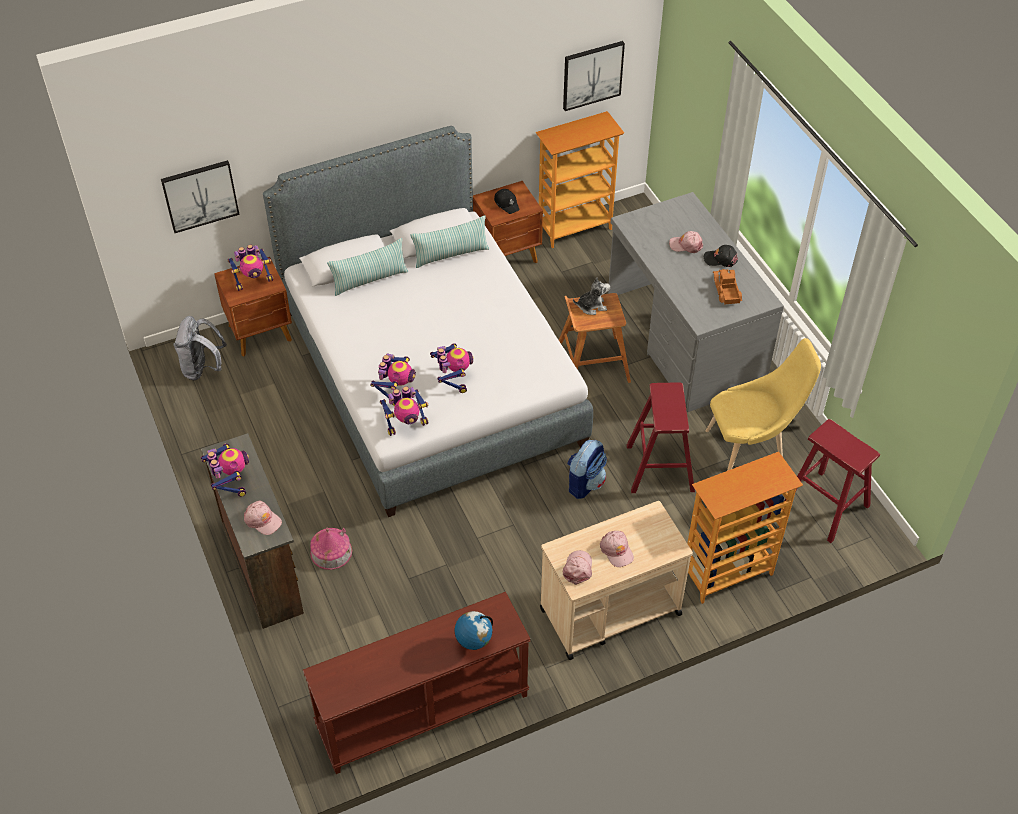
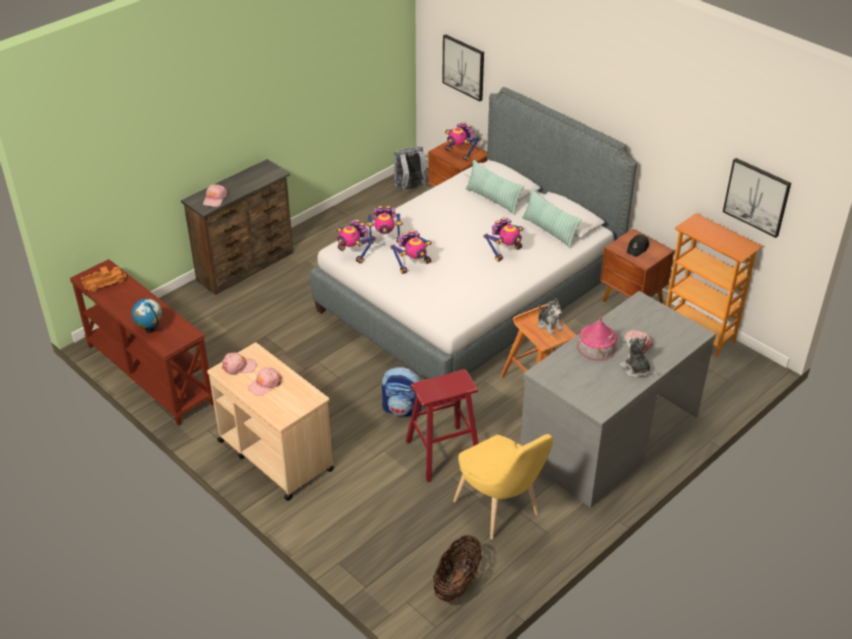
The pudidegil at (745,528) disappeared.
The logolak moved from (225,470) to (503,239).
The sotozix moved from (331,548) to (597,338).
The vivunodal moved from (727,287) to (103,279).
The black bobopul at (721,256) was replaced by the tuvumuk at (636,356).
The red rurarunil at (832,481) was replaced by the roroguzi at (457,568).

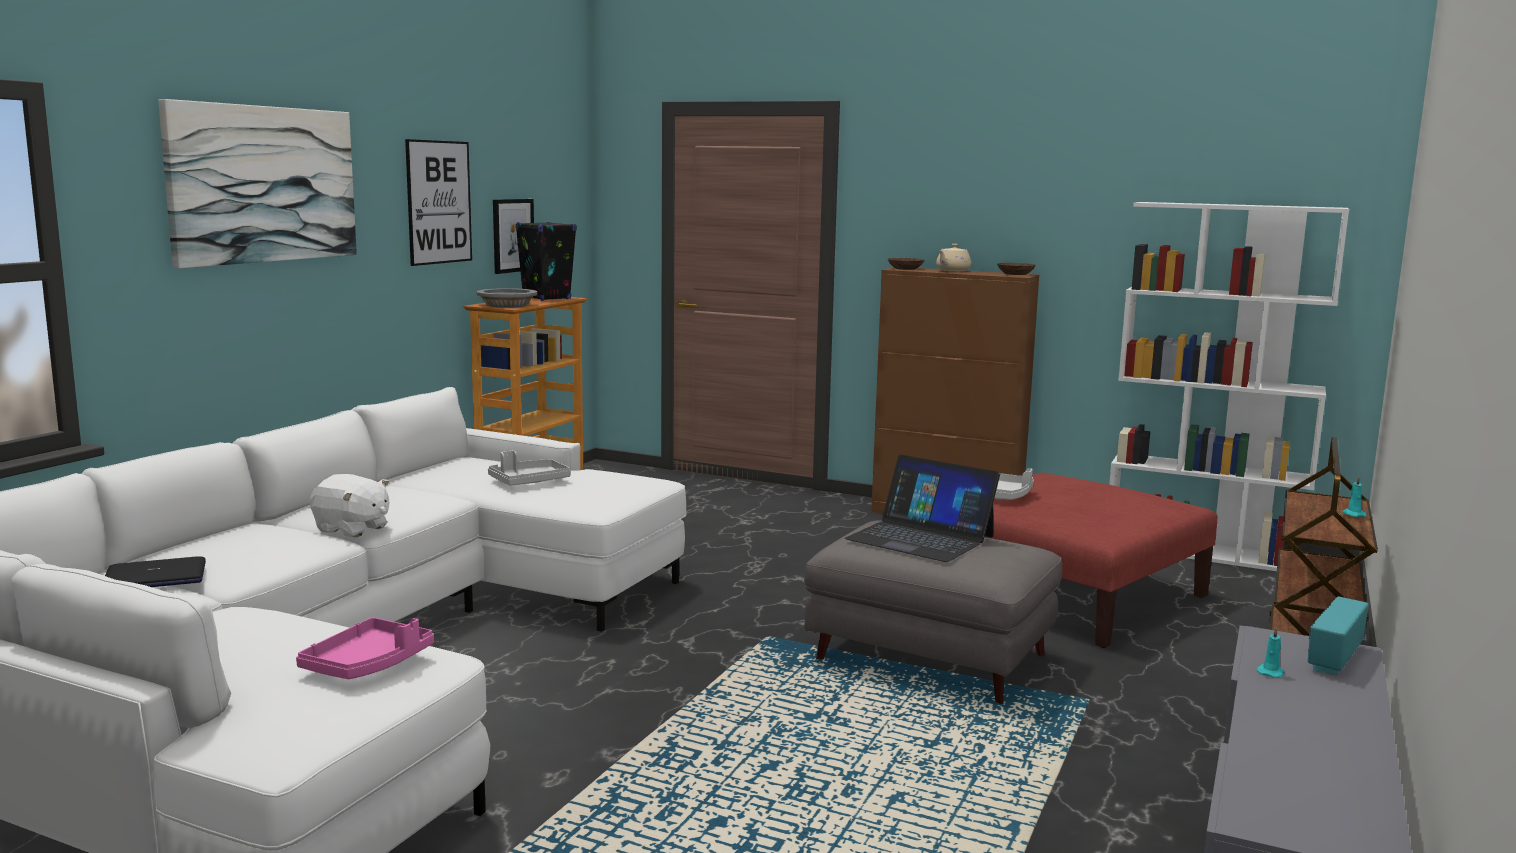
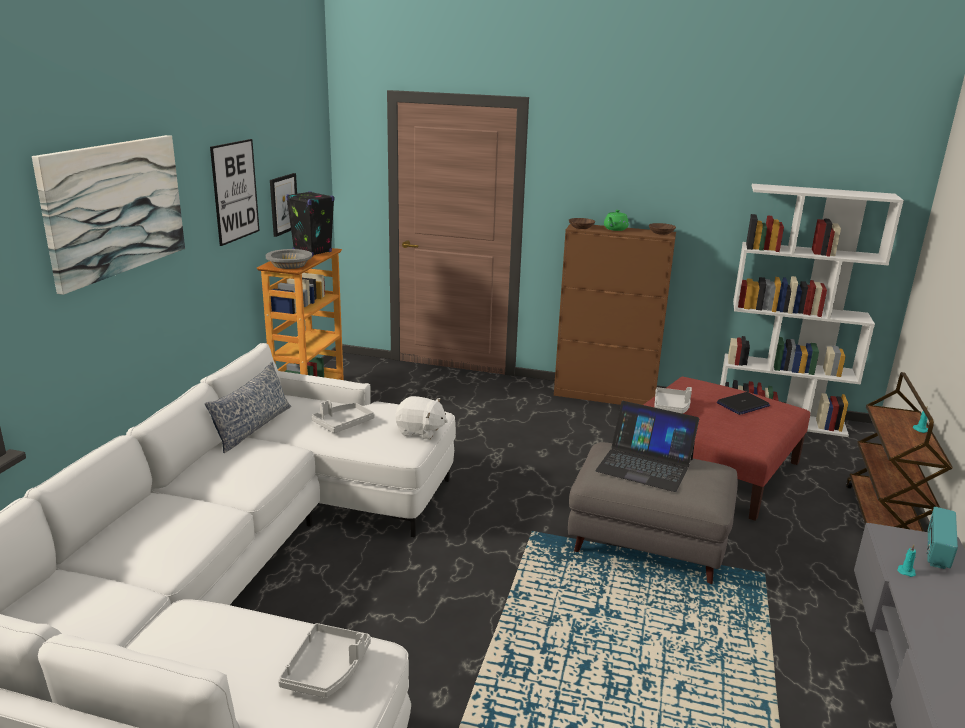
The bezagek at (248,407) appeared.
The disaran moved from (155,571) to (743,403).
The white tuvumuk moved from (349,505) to (421,418).
The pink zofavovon at (365,648) became the grey zofavovon at (324,660).
The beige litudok at (953,258) became the green litudok at (616,220).

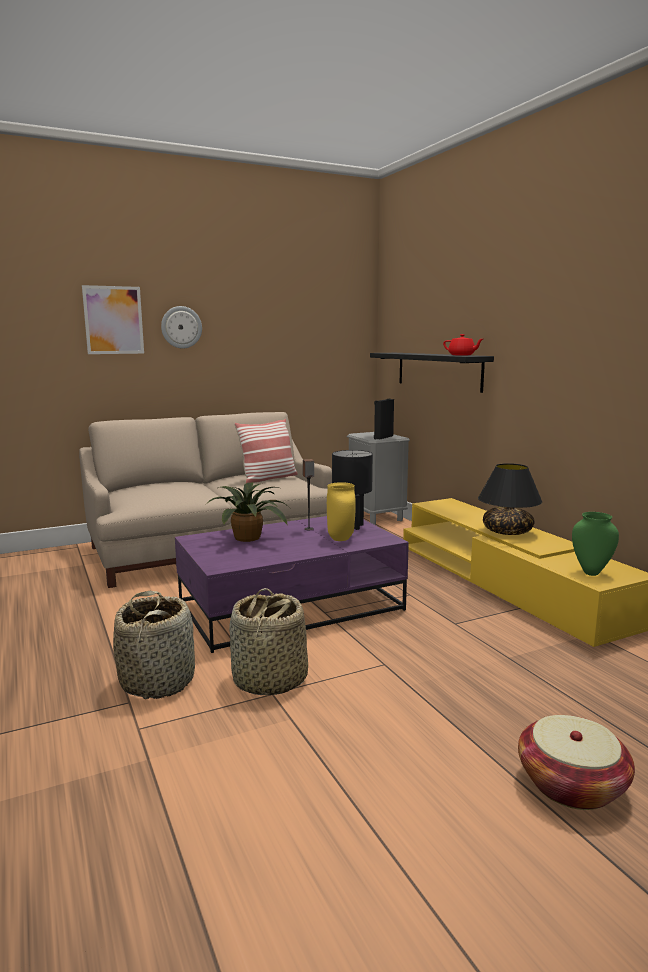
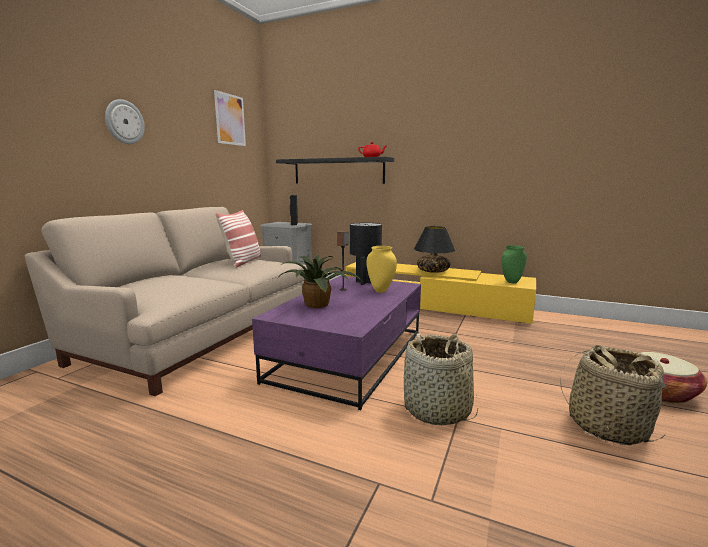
The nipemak moved from (113,319) to (230,118).
The roroguzi moved from (154,645) to (615,395).

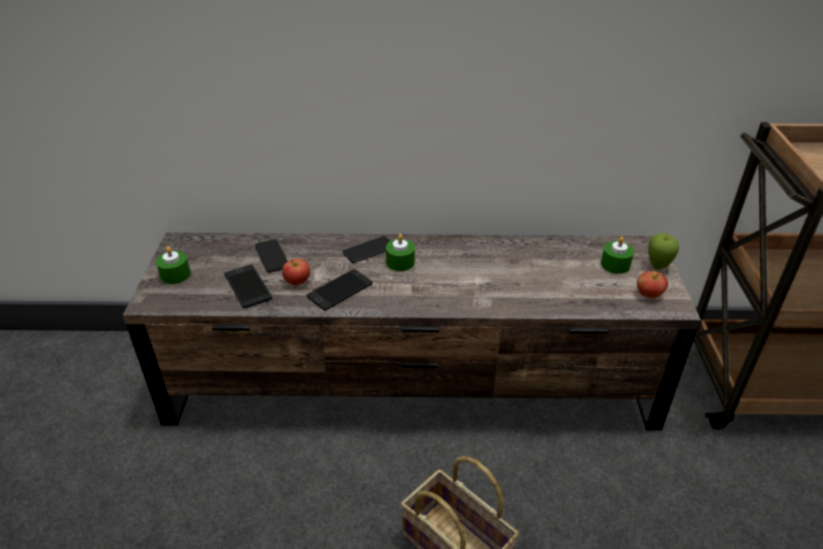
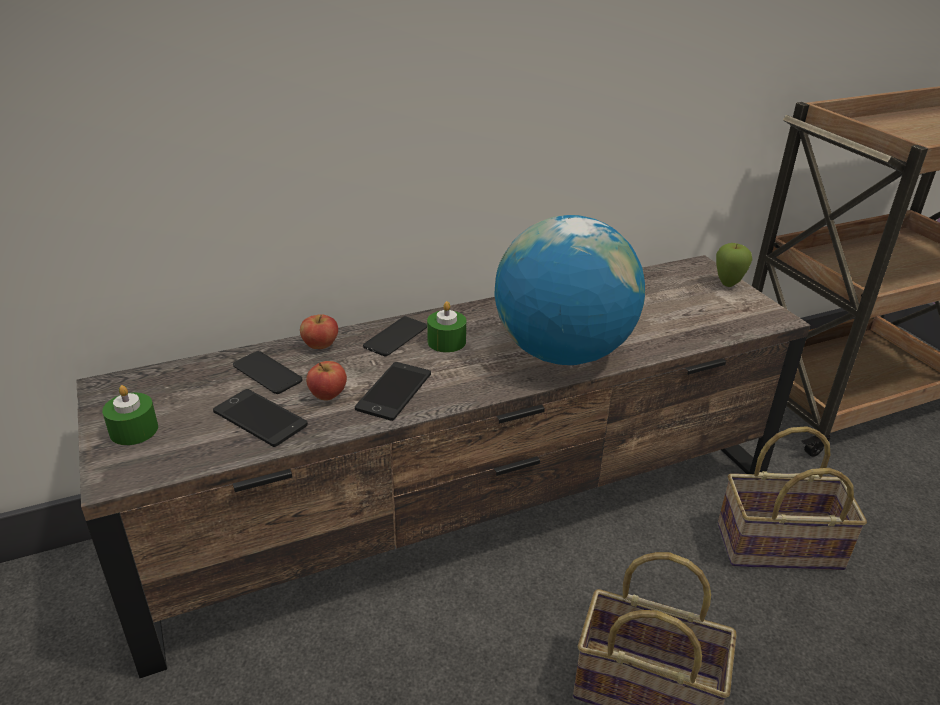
The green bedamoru at (617,255) disappeared.
The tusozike at (569,290) appeared.
The roroguzi at (792,498) appeared.
The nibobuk moved from (652,284) to (319,331).

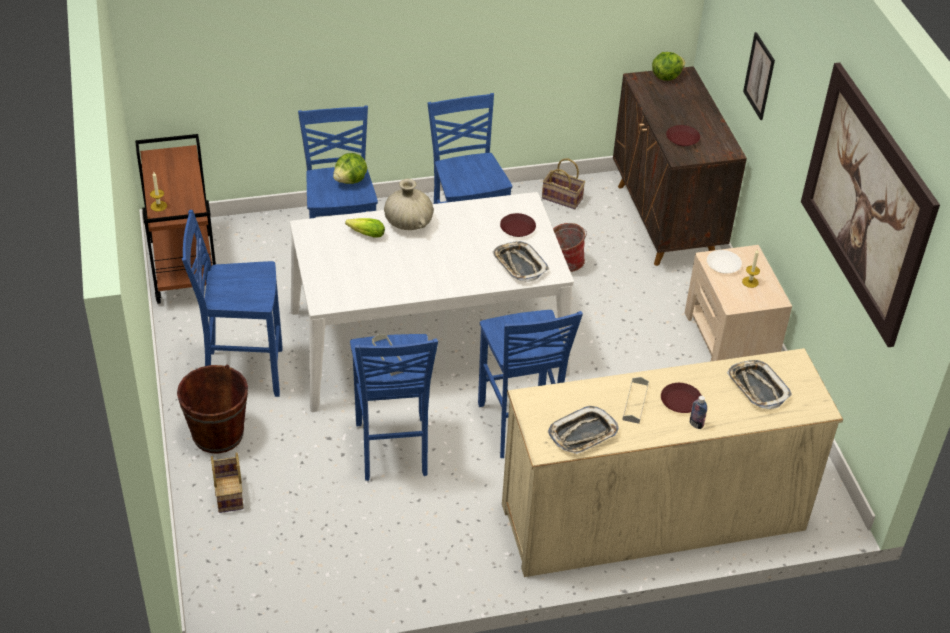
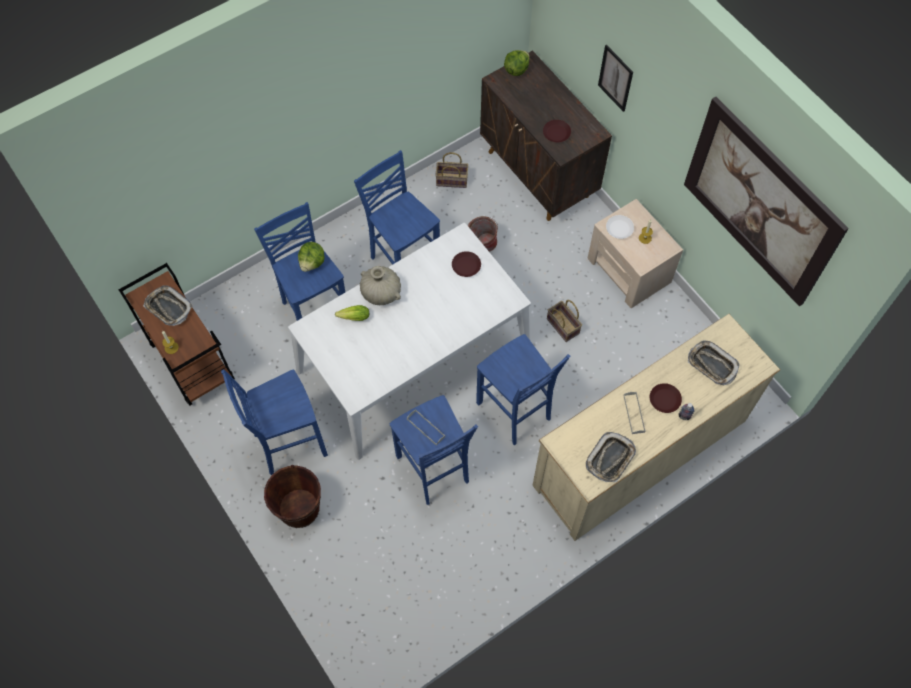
The roroguzi moved from (227,482) to (564,321).
The zofavovon moved from (520,261) to (168,305).

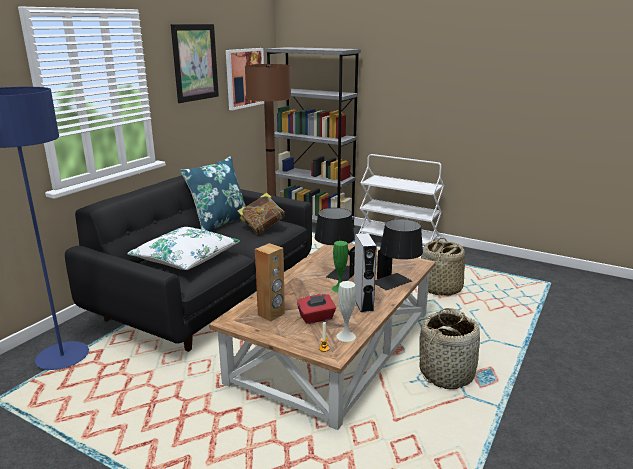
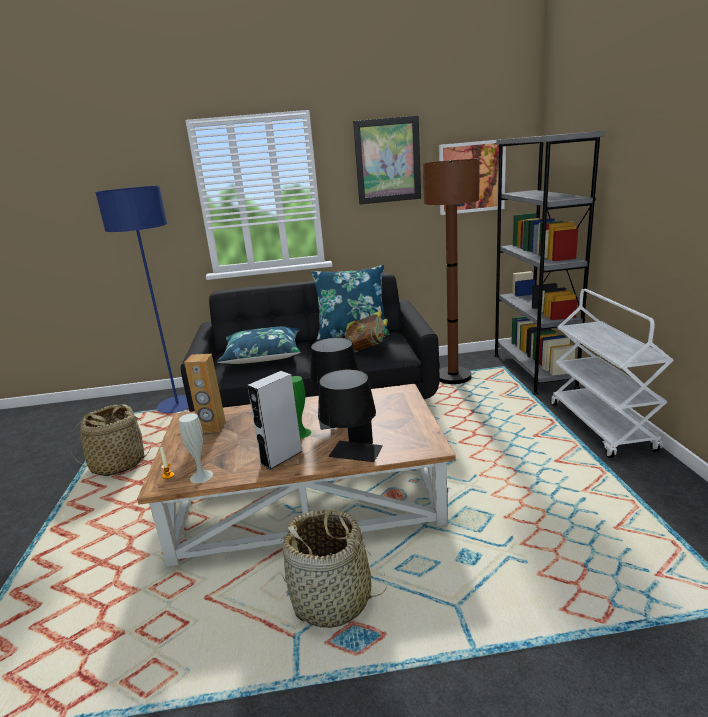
The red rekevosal at (316,309) disappeared.
The roroguzi moved from (443,267) to (110,440).
The white bezagek at (183,248) became the blue bezagek at (259,345).

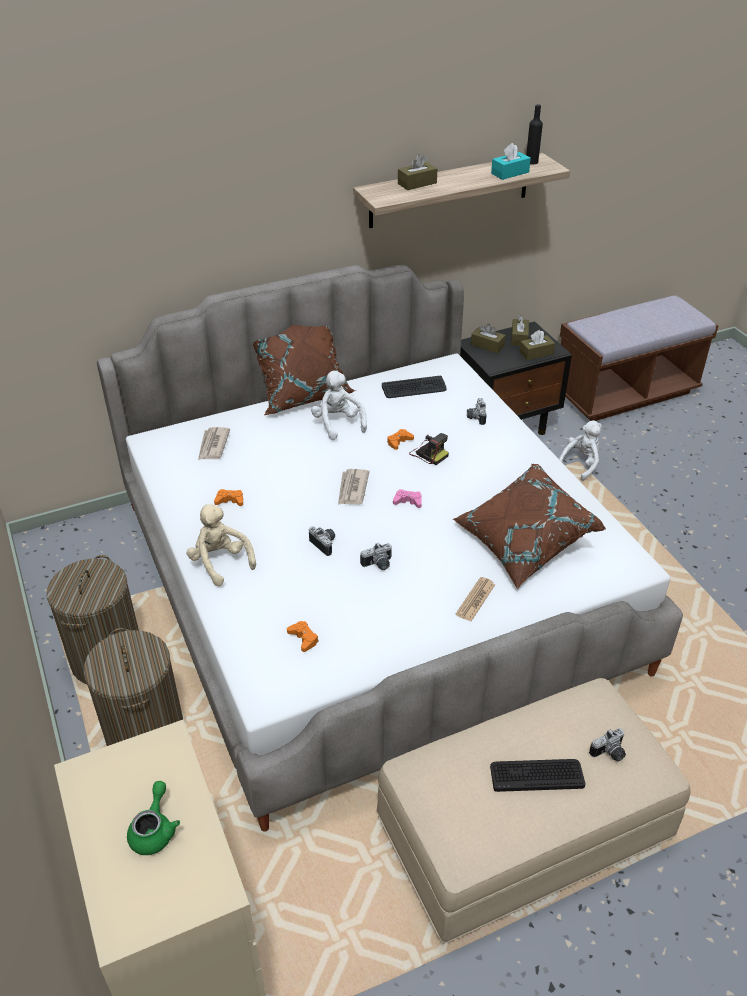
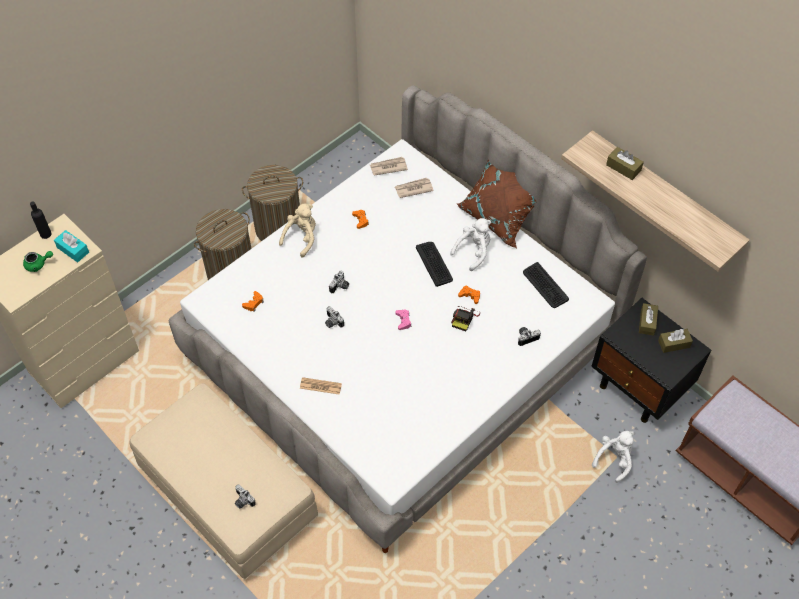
The brown bezagek at (529,526) disappeared.
The brown rekevosal at (537,345) disappeared.
The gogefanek moved from (354,487) to (389,166).
The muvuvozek moved from (537,775) to (434,264).
The turquoise rekevosal moved from (511,161) to (71,246).
The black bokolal moved from (534,135) to (41,220).
The white tuvumuk at (580,450) turned 75 degrees counterclockwise.

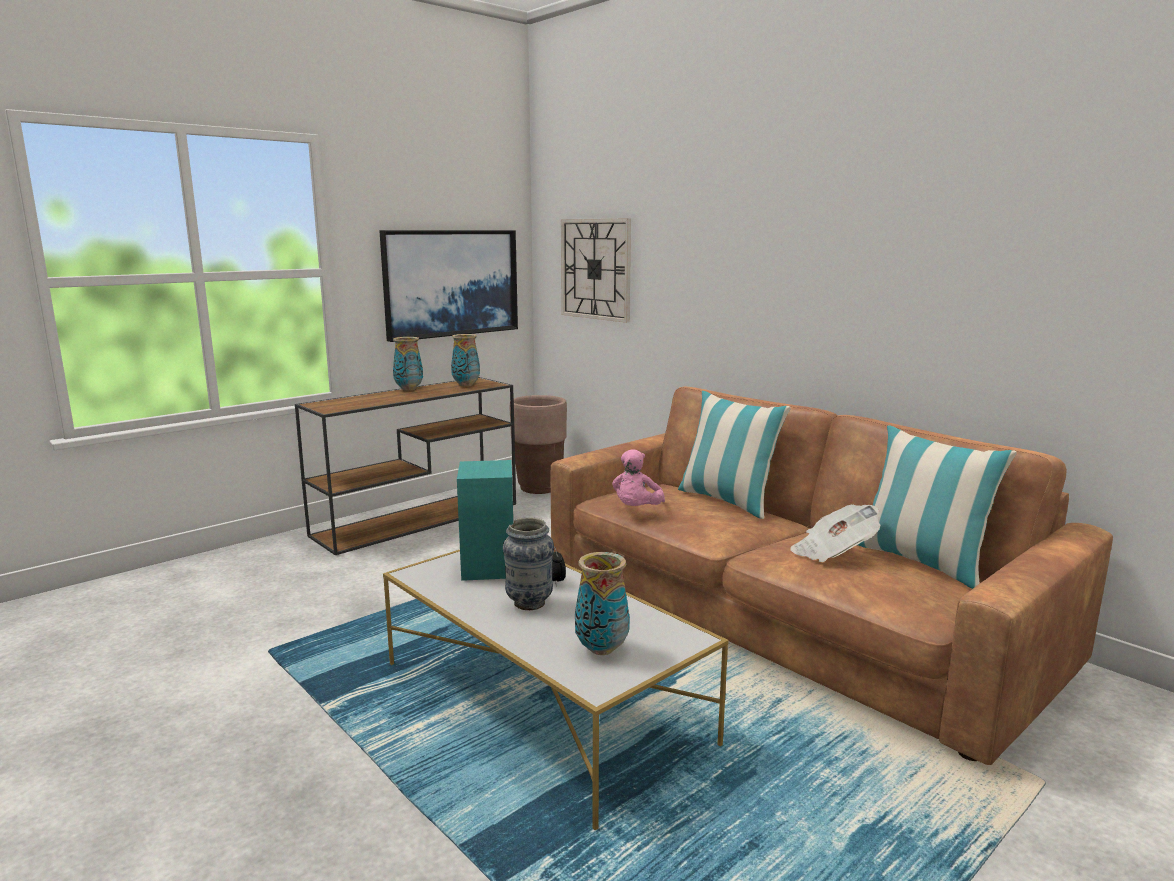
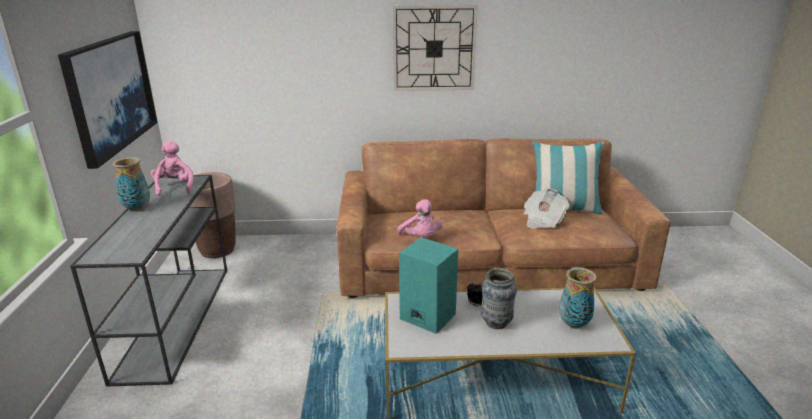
The bezagek at (734,455) disappeared.
The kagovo moved from (596,270) to (435,48).
The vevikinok at (465,360) was replaced by the pink tuvumuk at (172,168).
The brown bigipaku at (405,466) became the grey bigipaku at (148,280).

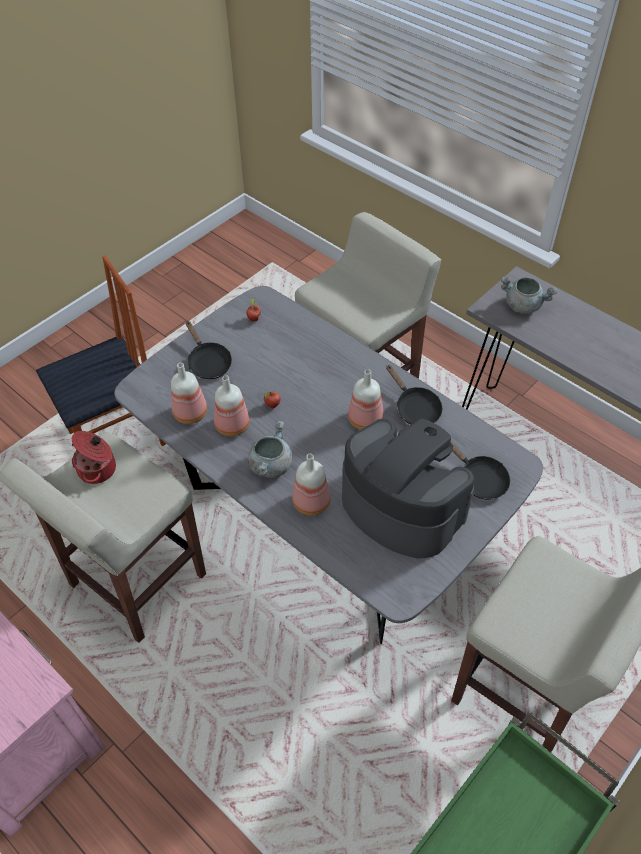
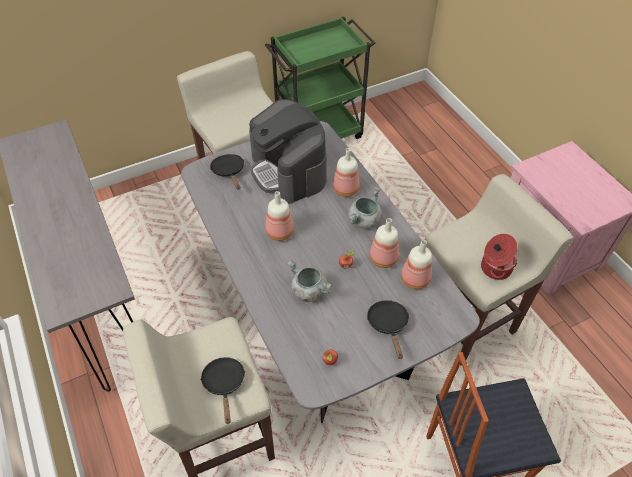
The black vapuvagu moved from (414,395) to (222,390).
The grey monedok moved from (529,295) to (309,280).

